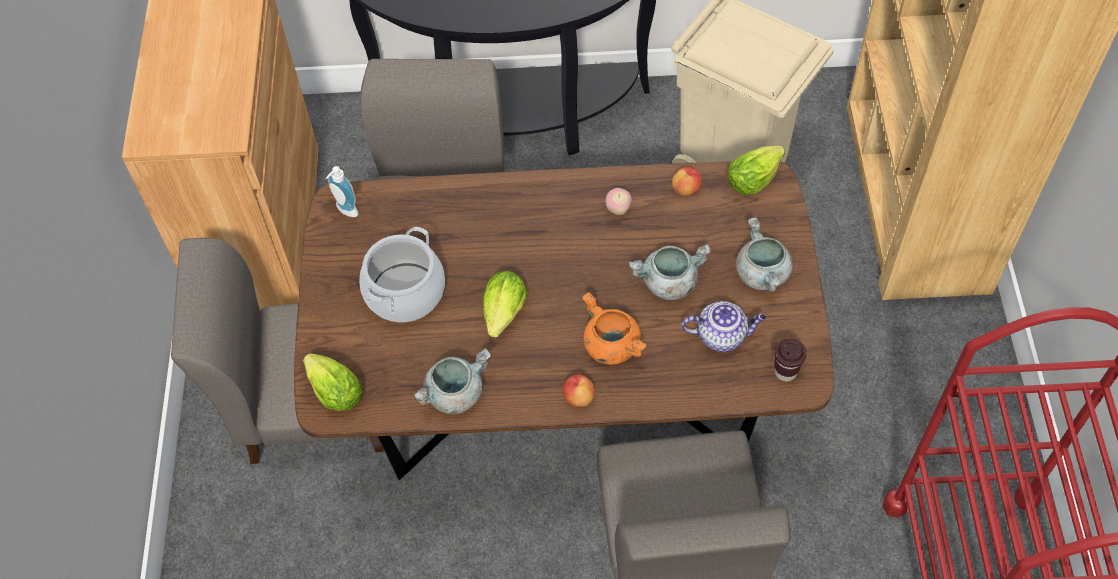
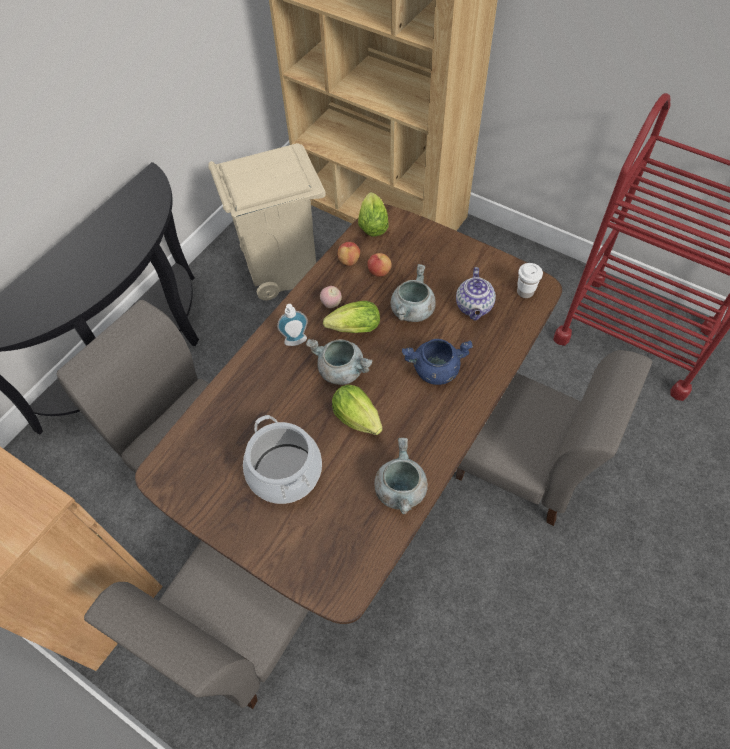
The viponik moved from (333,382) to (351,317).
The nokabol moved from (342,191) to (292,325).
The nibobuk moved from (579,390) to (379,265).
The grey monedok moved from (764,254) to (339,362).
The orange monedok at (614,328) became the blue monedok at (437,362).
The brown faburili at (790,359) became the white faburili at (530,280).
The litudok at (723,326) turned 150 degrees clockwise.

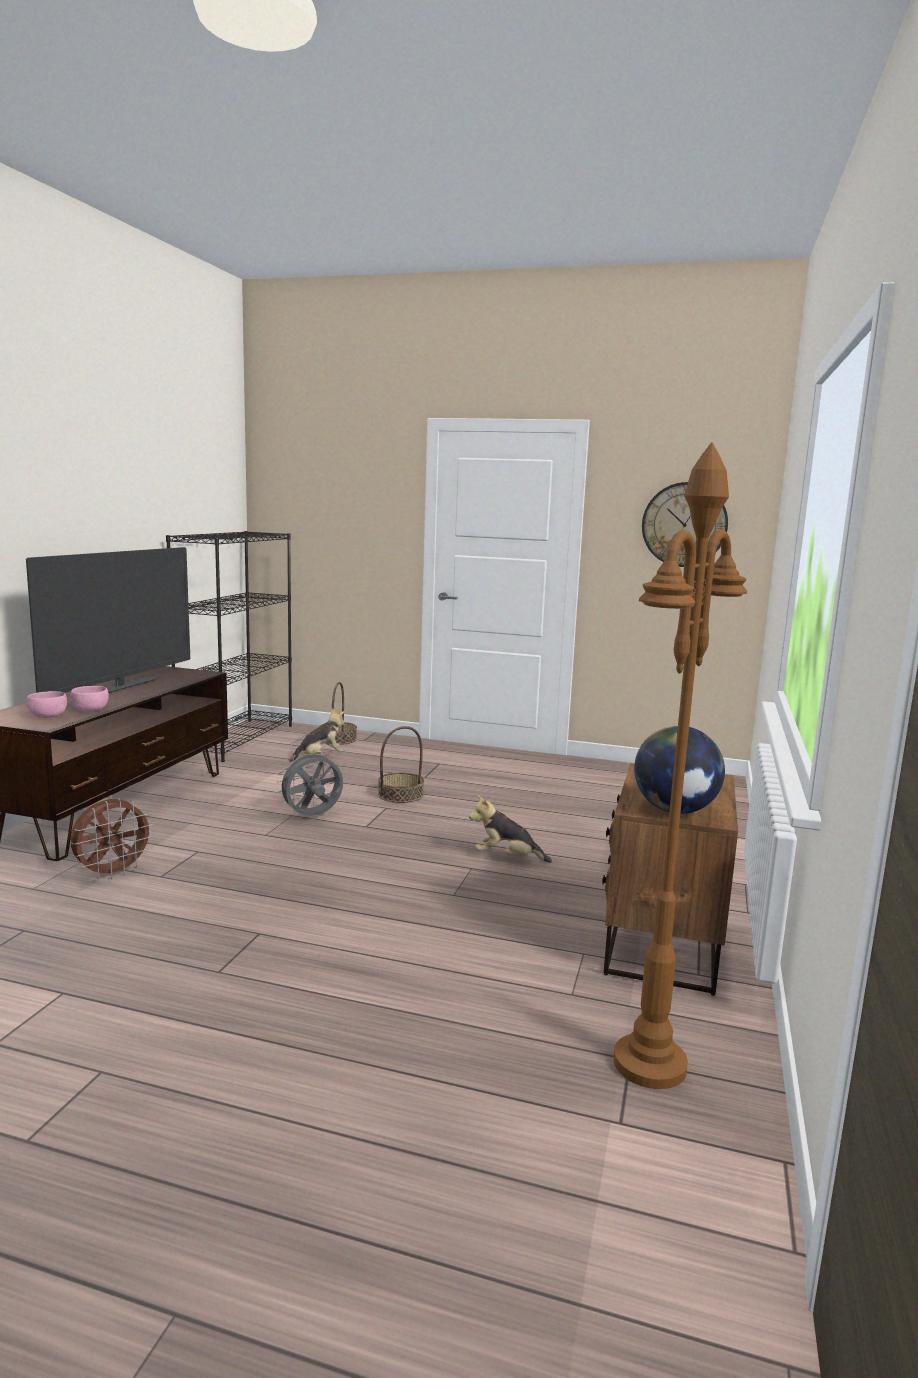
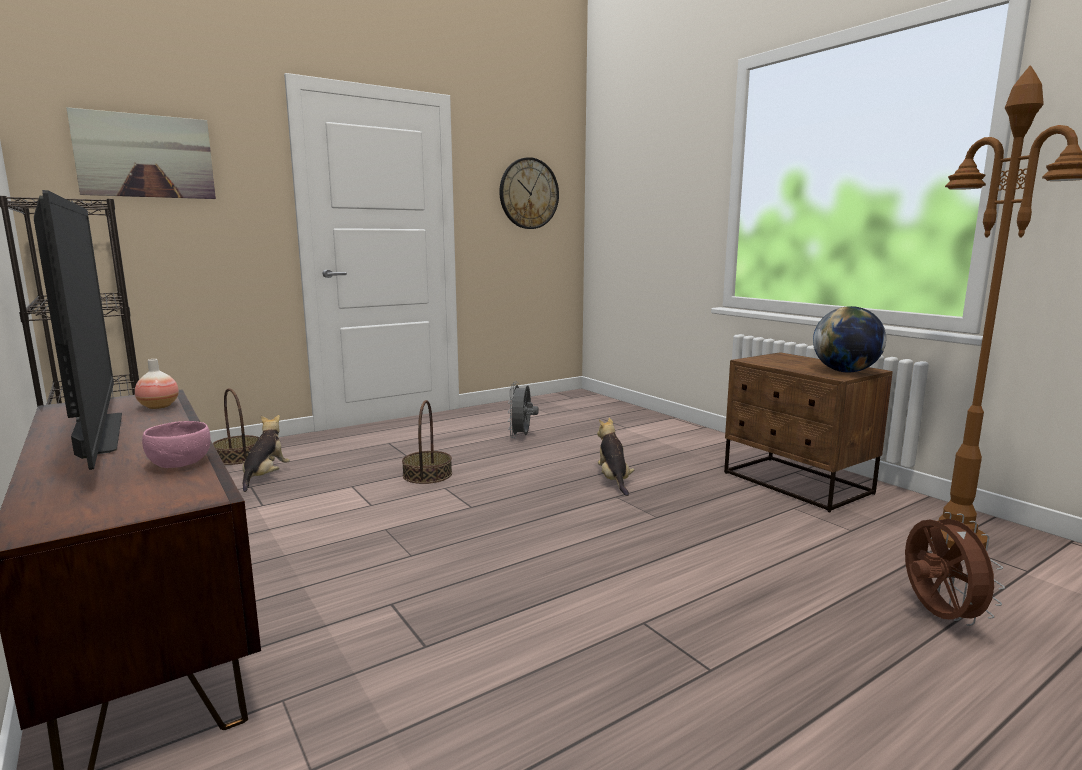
The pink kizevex at (47,704) disappeared.
The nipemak at (141,153) appeared.
The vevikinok at (157,384) appeared.
The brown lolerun moved from (112,838) to (955,569).
The grey lolerun moved from (310,783) to (523,409).
The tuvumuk at (510,829) turned 120 degrees clockwise.

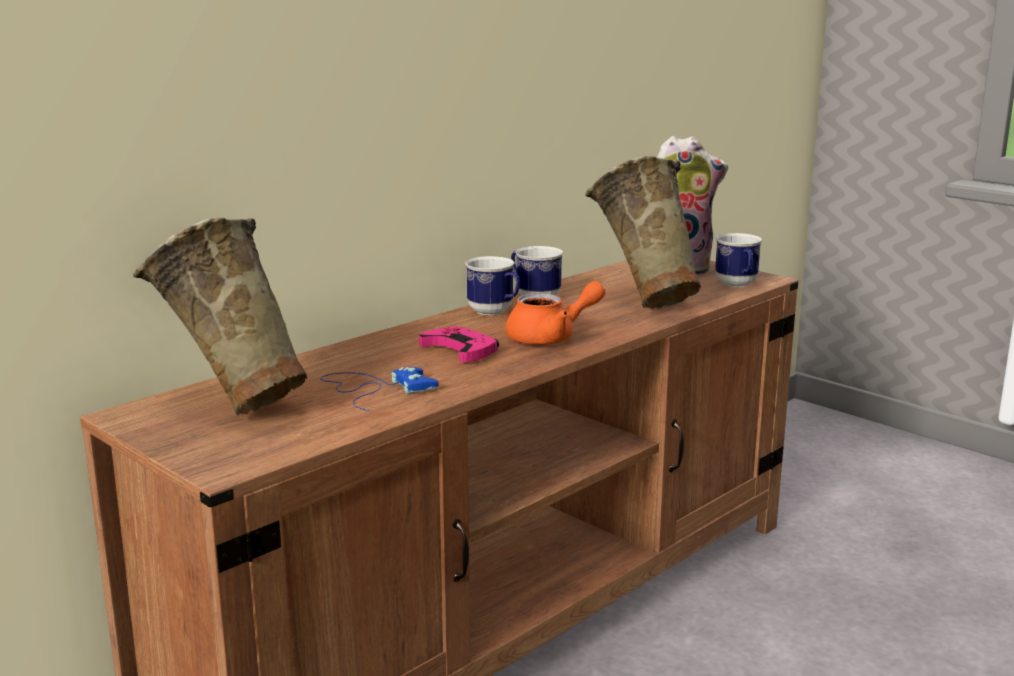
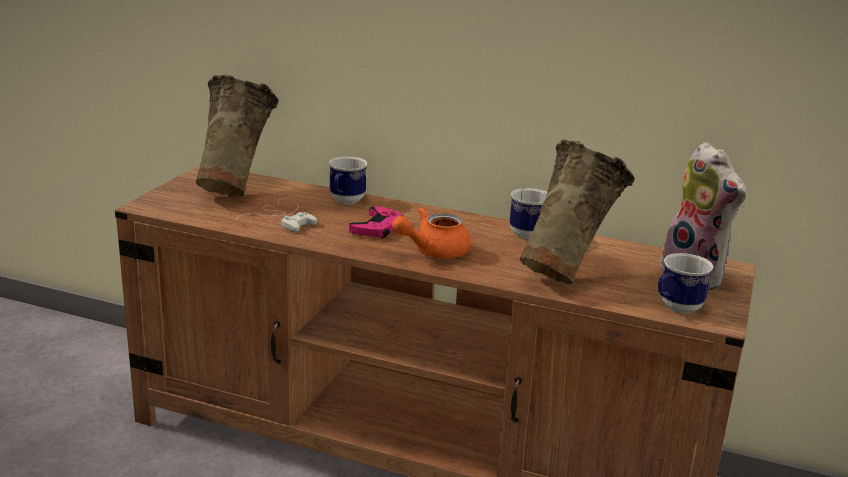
The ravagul moved from (492,285) to (348,180).
The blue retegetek at (379,389) became the white retegetek at (277,215).
The orange litudok at (556,313) turned 105 degrees clockwise.

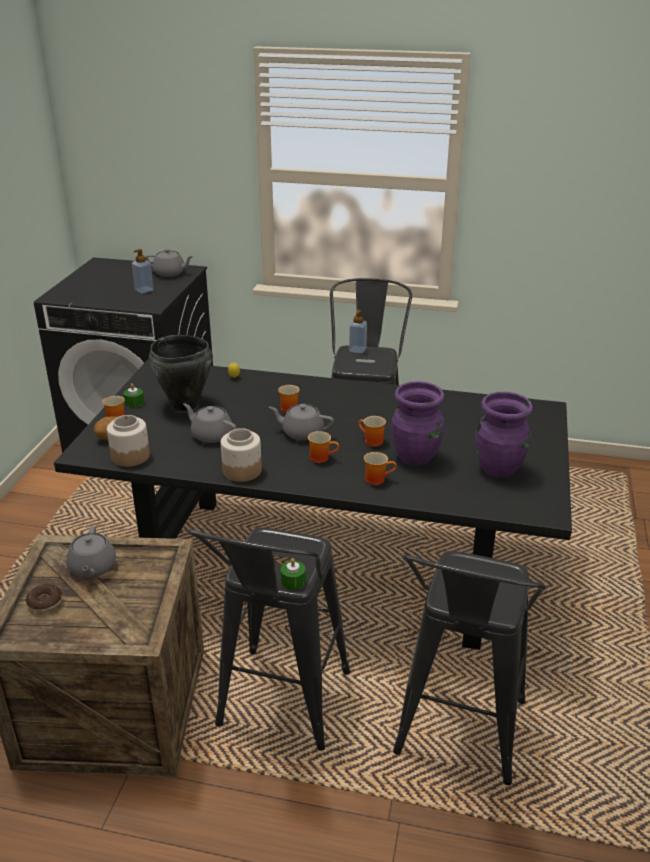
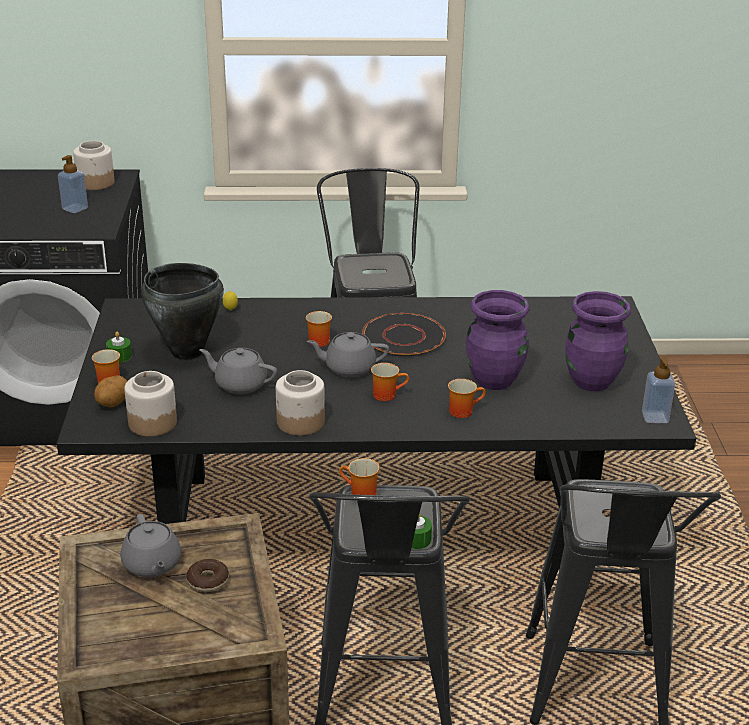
The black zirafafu at (404,334) appeared.
The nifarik moved from (44,598) to (208,575).
The nokabol moved from (358,331) to (658,390).
The ravagul moved from (372,431) to (359,476).
The grey litudok at (169,263) was replaced by the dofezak at (93,165).

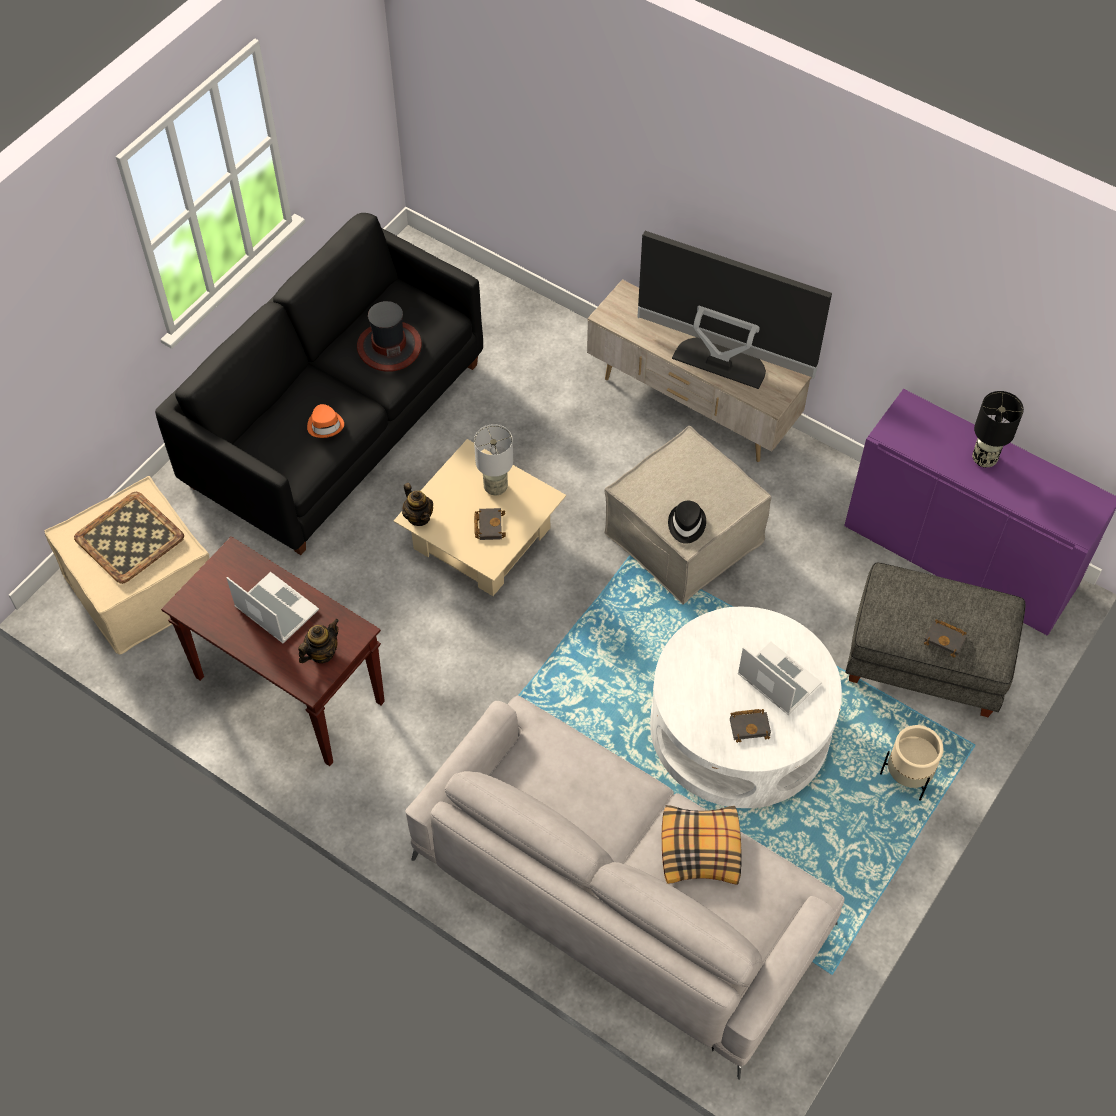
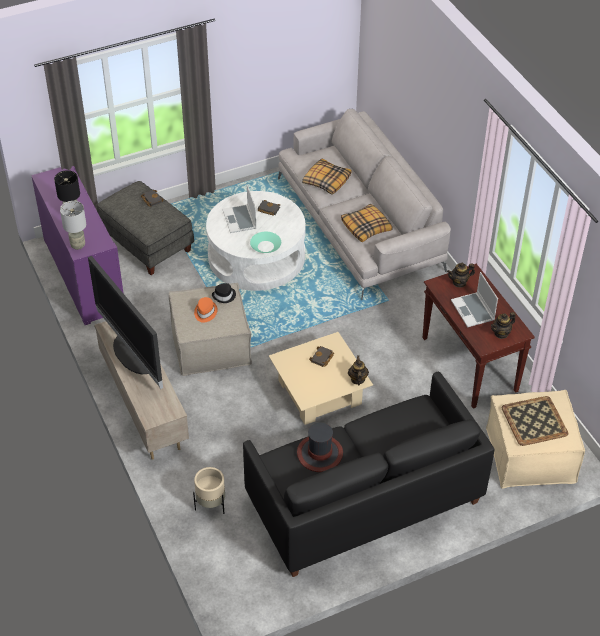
The turquoise kizevex at (265,242) appeared.
The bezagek at (367,222) appeared.
The litudok at (503,325) appeared.
The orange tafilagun moved from (325,421) to (206,310).
The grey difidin moved from (493,459) to (73,225).
The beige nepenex moved from (912,763) to (209,490).

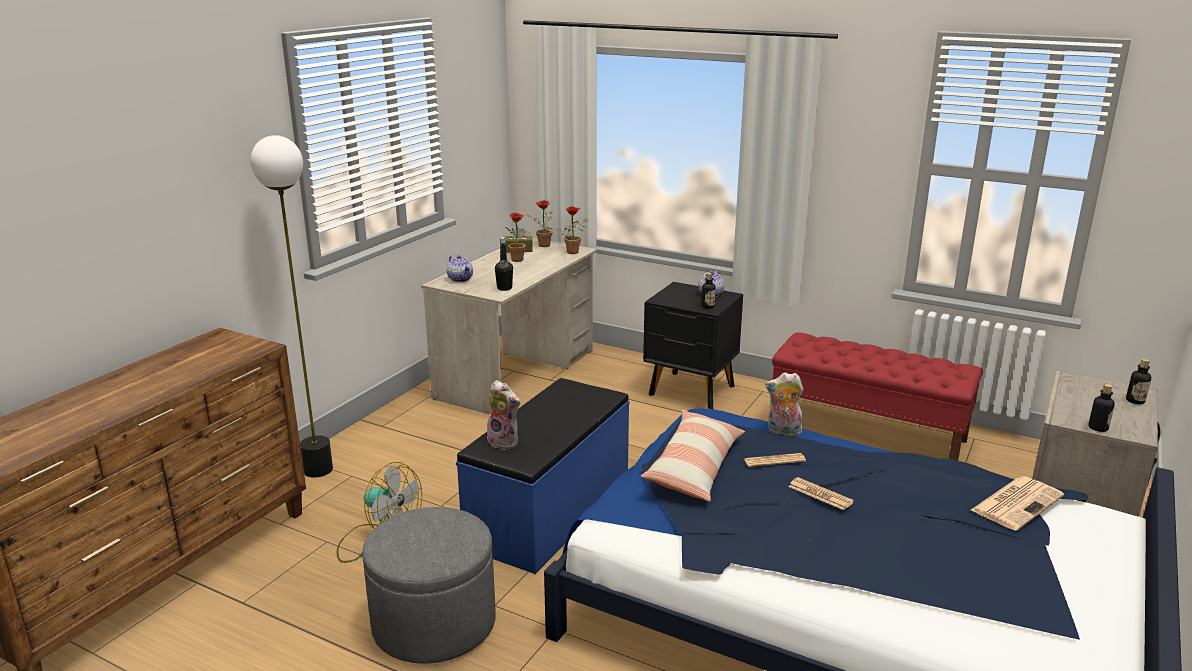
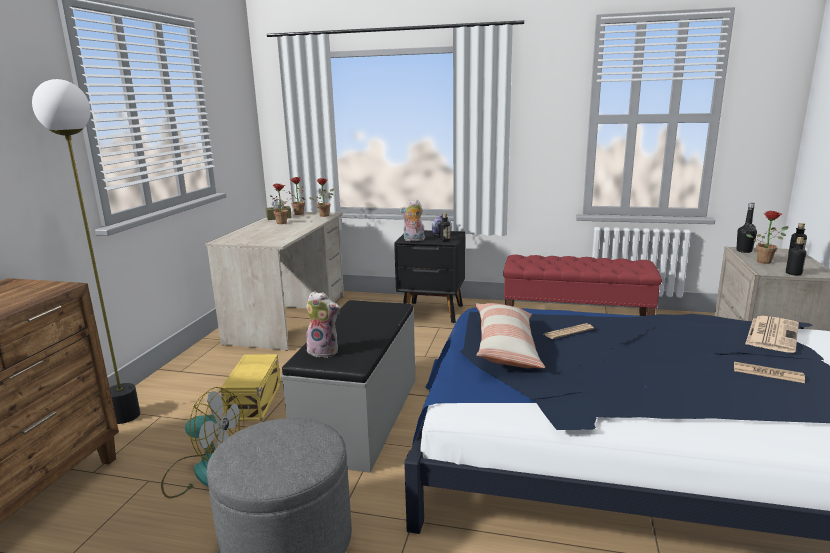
The litudok at (460,268) disappeared.
The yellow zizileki at (251,387) appeared.
The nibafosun at (767,237) appeared.
The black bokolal moved from (504,264) to (746,228).
The tuvumuk moved from (784,404) to (412,220).
The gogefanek moved from (821,493) to (769,372).
The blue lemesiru at (542,476) became the grey lemesiru at (348,386).

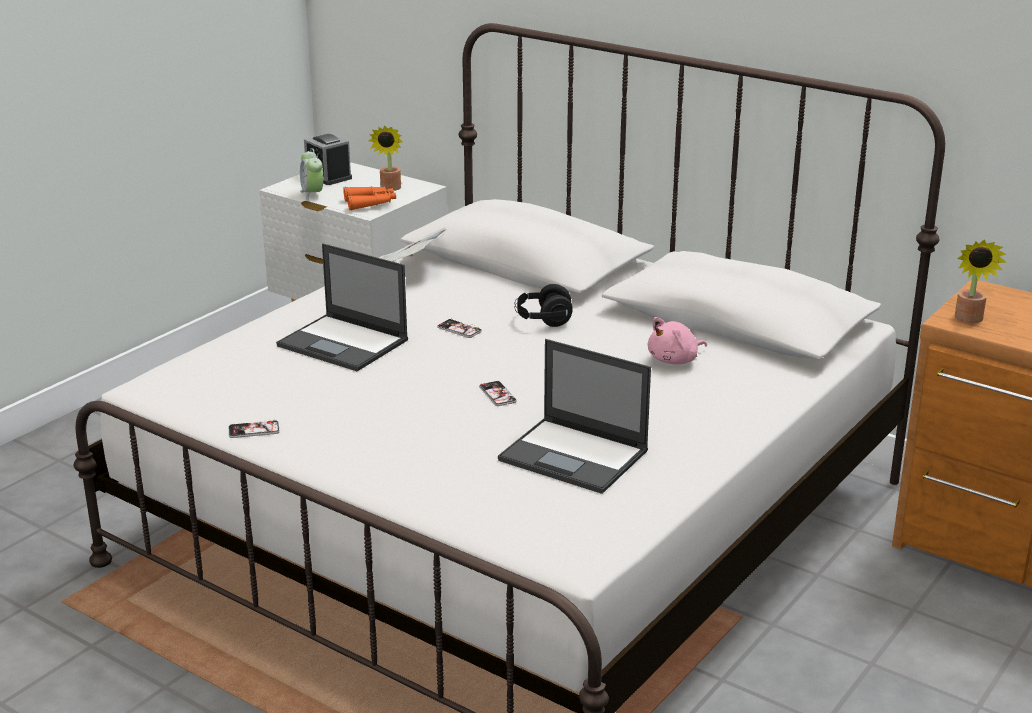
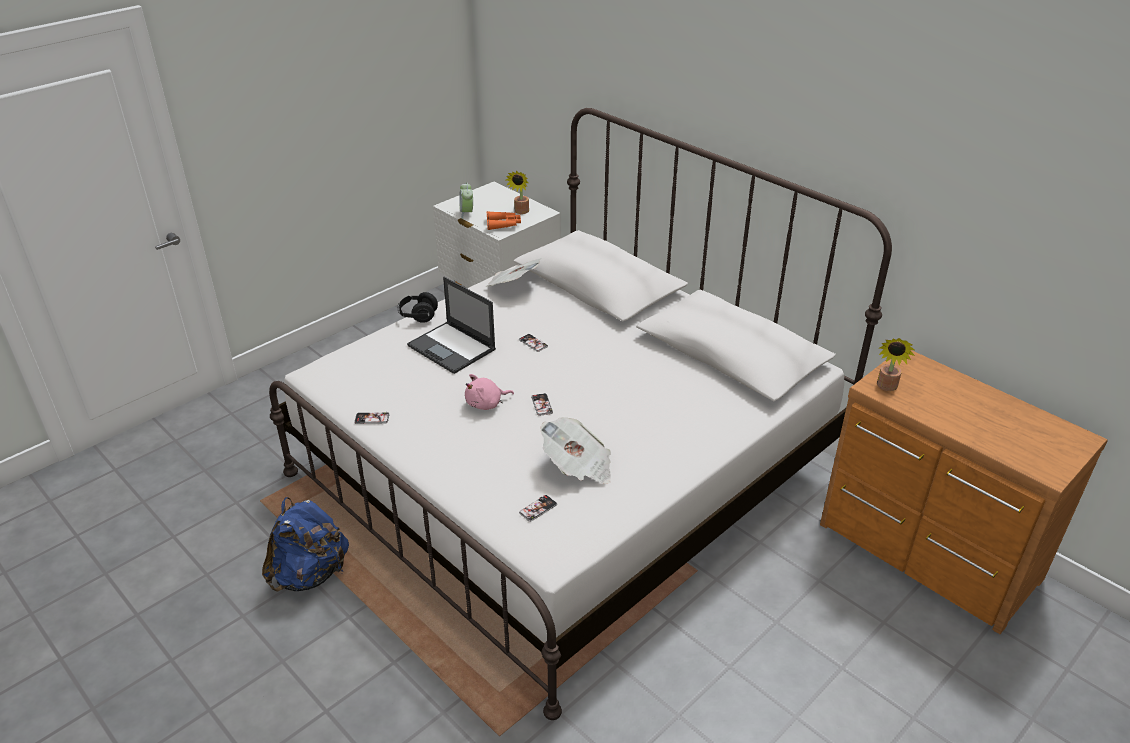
The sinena at (328,159) disappeared.
The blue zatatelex at (305,544) appeared.
The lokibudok at (538,508) appeared.
The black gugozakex moved from (544,305) to (417,307).
The pink tuvumuk moved from (677,341) to (489,392).
The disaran at (574,416) was replaced by the gogefanek at (575,450).

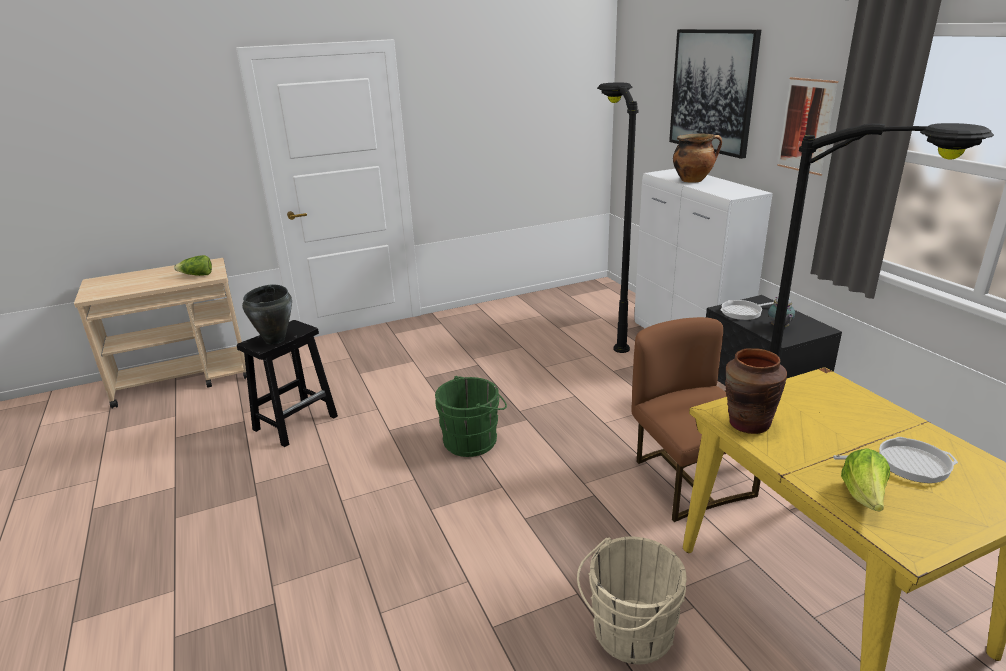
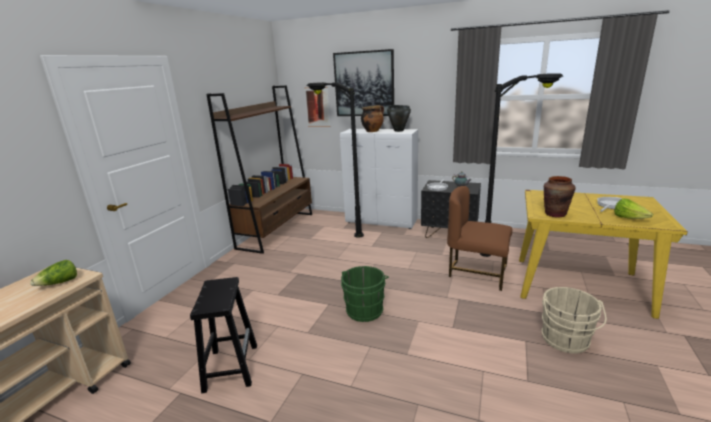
The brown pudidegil at (259,169) appeared.
The black monedok moved from (267,314) to (399,118).
The nipemak moved from (807,126) to (317,107).

